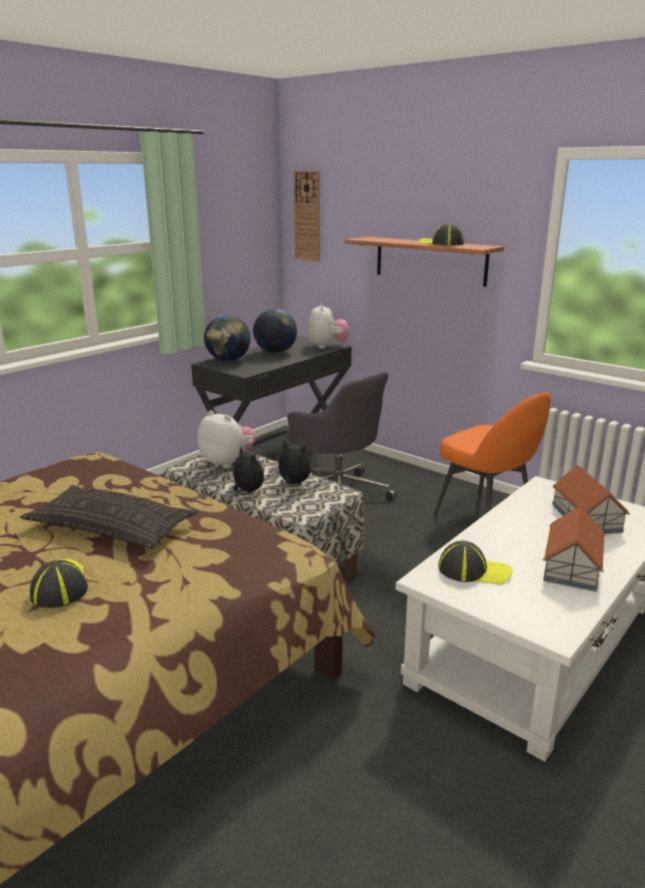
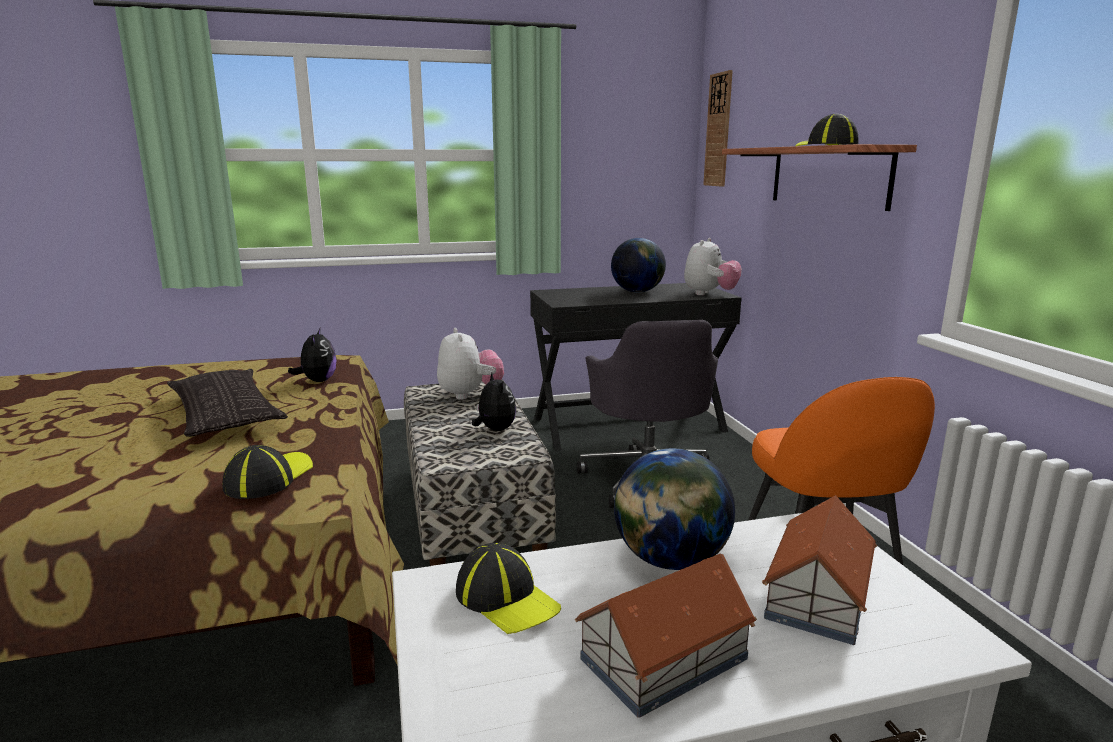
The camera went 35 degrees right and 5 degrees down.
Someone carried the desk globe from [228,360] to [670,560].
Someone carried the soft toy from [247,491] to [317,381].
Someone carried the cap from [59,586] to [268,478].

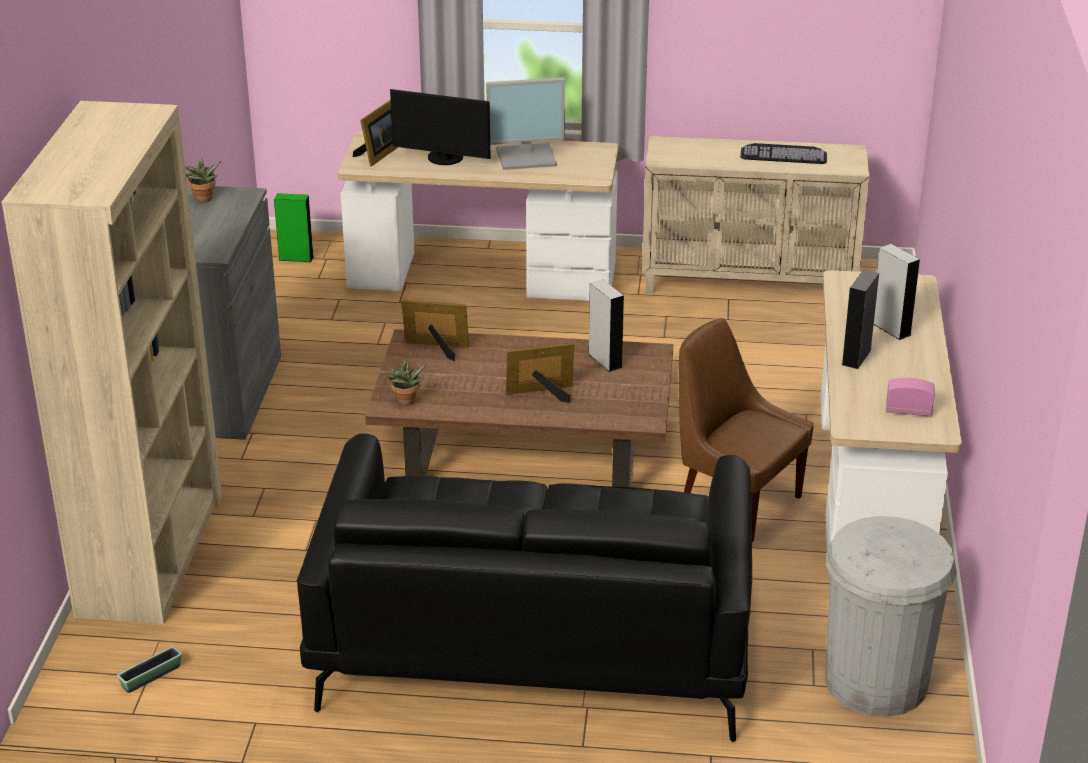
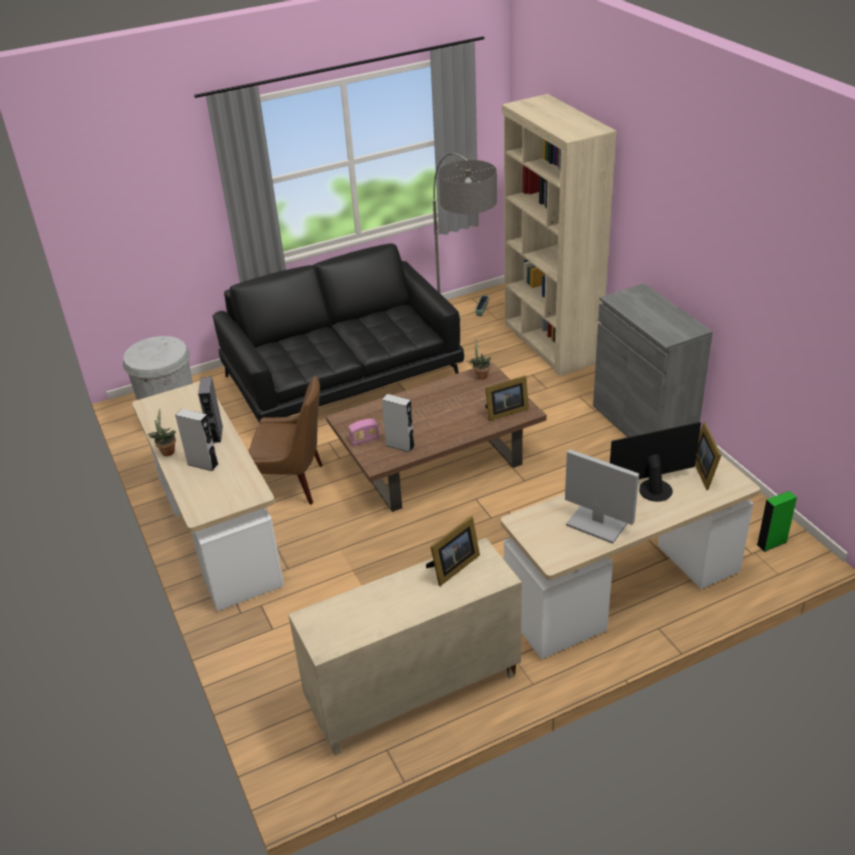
The camera went 150 degrees right and 5 degrees up.
Someone rotated the monitor at [527,157] by 75 degrees clockwise.
Someone took away the PC keyboard at [784,153].
Someone carried the houseplant from [203,200] to [167,451].
Someone carried the picture frame from [543,394] to [452,567].
Someone carried the radio receiver from [908,411] to [364,440].
Someone put down the standing lamp at [462,339].

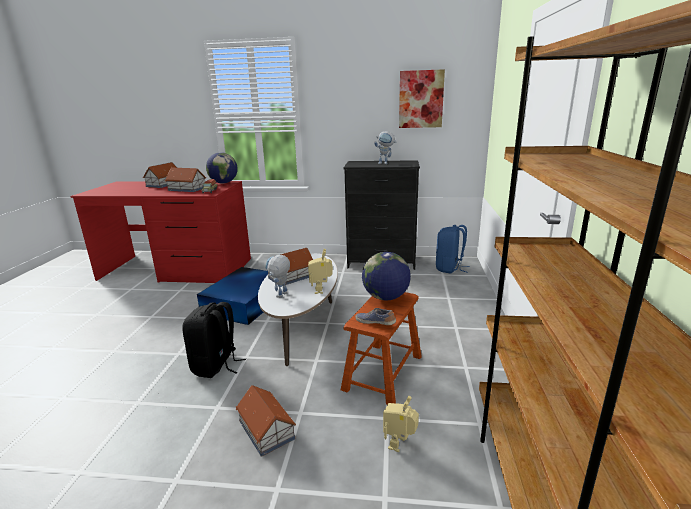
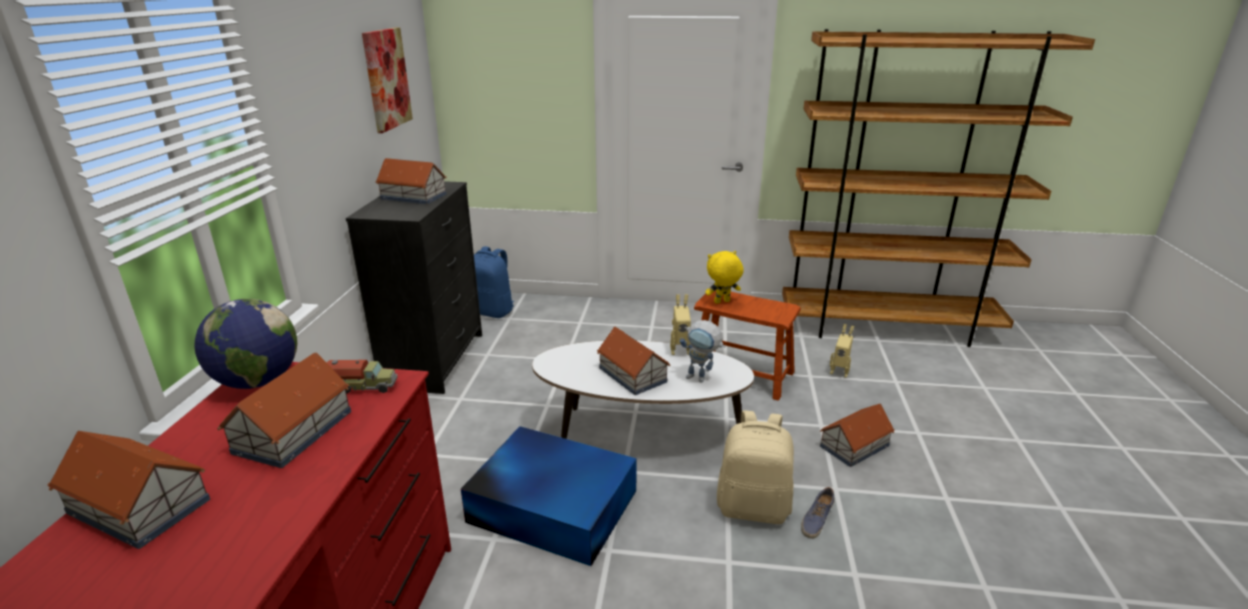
The camera went 90 degrees left and 5 degrees up.
Someone swapped the robot figure at [385,163] for the model house at [413,196].
Someone swapped the desk globe at [386,297] for the yellow soft toy at [722,302].
Someone repainted the blackish knapsack at [216,365], which became the sand-coloured knapsack at [753,507].
Someone carried the low shoe from [375,323] to [816,519].

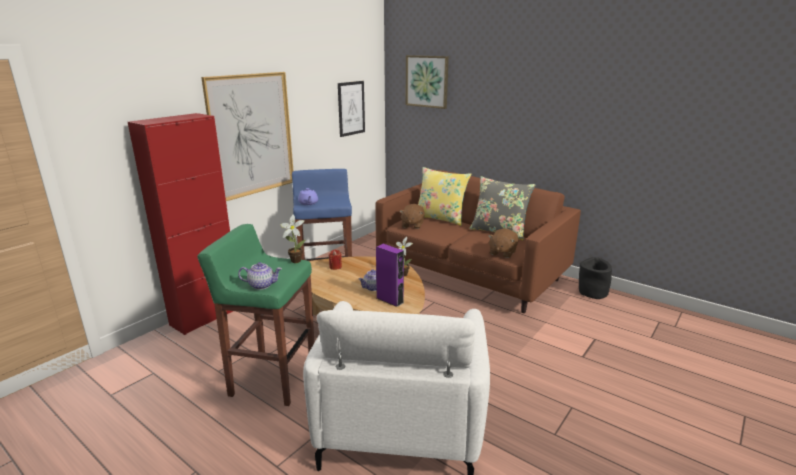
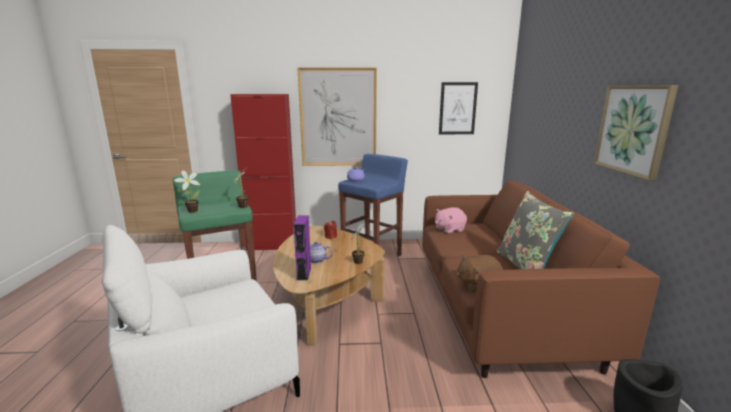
The camera went 50 degrees right and 5 degrees down.
Someone carried the picture from [427,81] to [633,129].
Someone took away the yellow cushion at [440,218].
Someone repainted the brownish soft toy at [412,225], which became the pinkish soft toy at [449,229].
Someone swapped the pot for tea at [262,285] for the houseplant at [191,211].

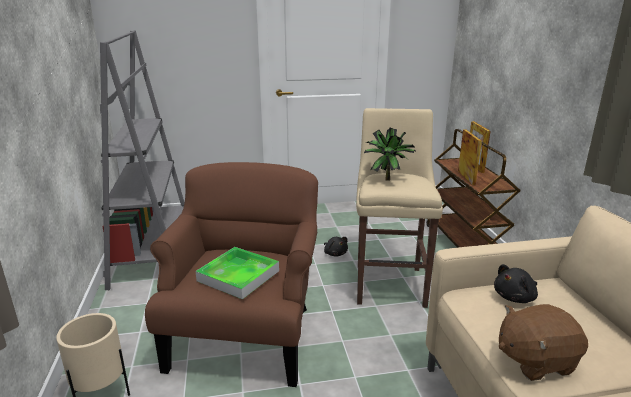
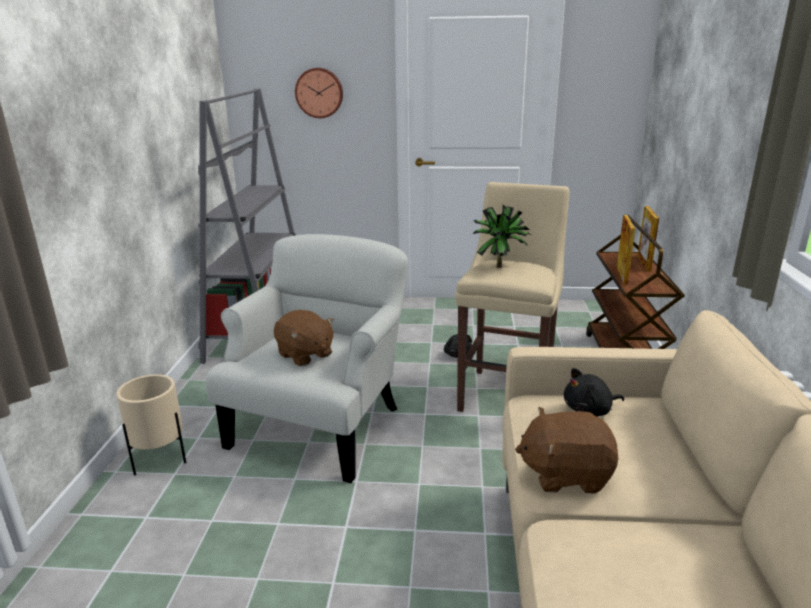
The camera went 15 degrees right and 0 degrees up.
Someone repainted the brownish armchair at [245,335], which became the whitish armchair at [320,425].
Someone swapped the tray at [238,276] for the brownish soft toy at [305,355].
Someone put up the hanging clock at [319,93].

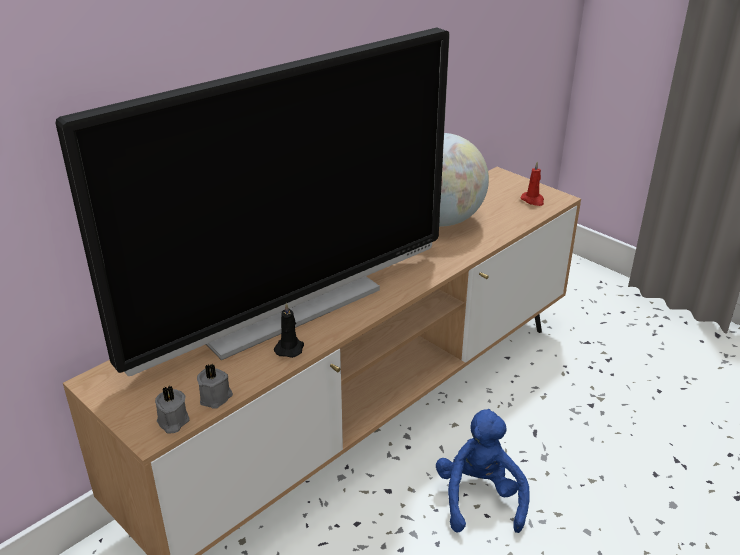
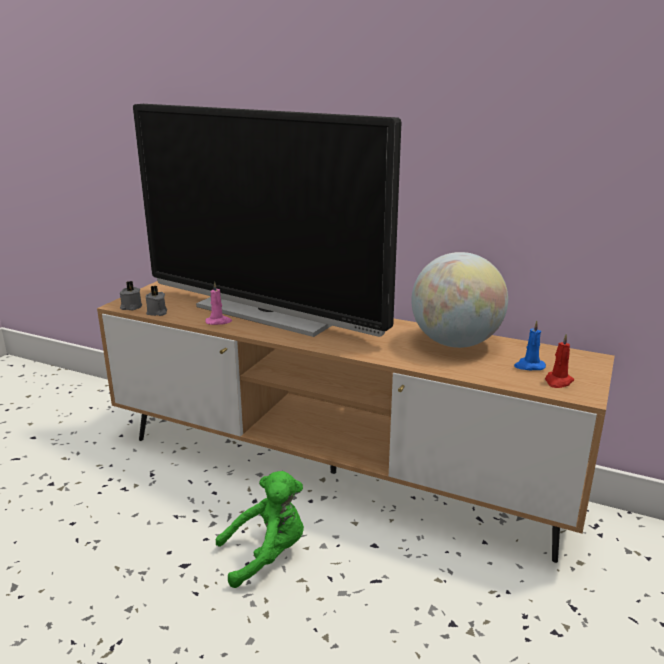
The camera went 70 degrees right and 10 degrees down.
Someone repainted the blackish candle at [290,348], which became the pinkish candle at [218,321].
Someone repainted the bluish soft toy at [479,497], which became the greenish soft toy at [267,555].
Someone put down the bluish candle at [529,366].

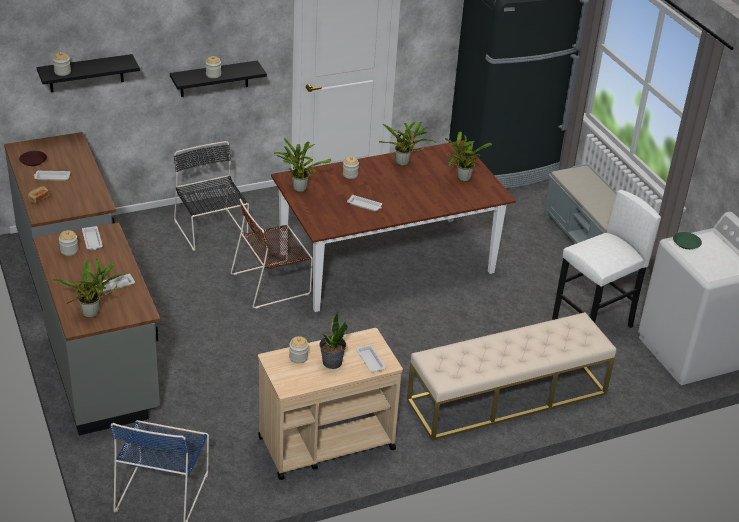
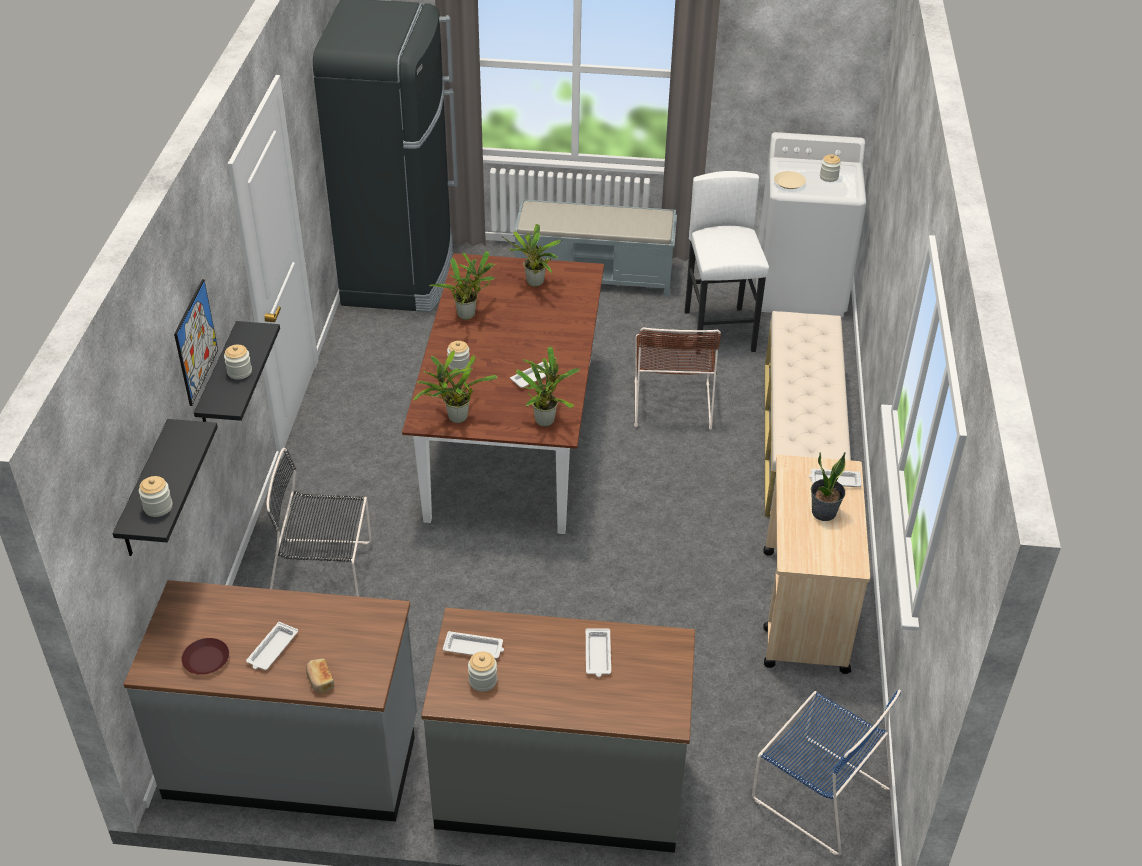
The camera went 60 degrees left and 5 degrees up.
Someone carried the brownish plain chair from [273,283] to [672,401].
Someone repainted the greenish plate at [686,243], which became the sand-coloured plate at [789,183].
Someone carried the houseplant from [93,314] to [546,419].
Someone carried the preserve jar from [298,357] to [829,177].
Someone put up the picture at [195,342].

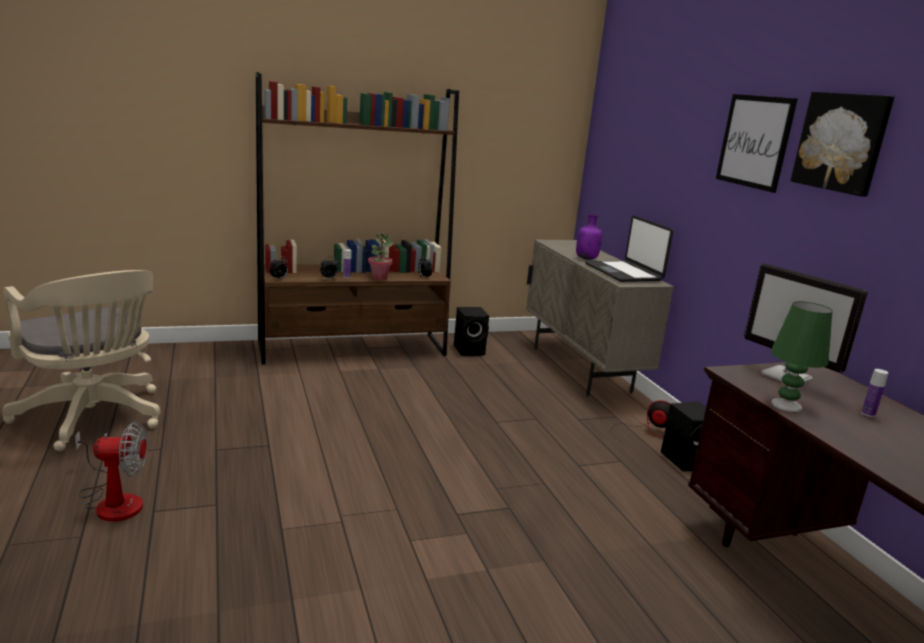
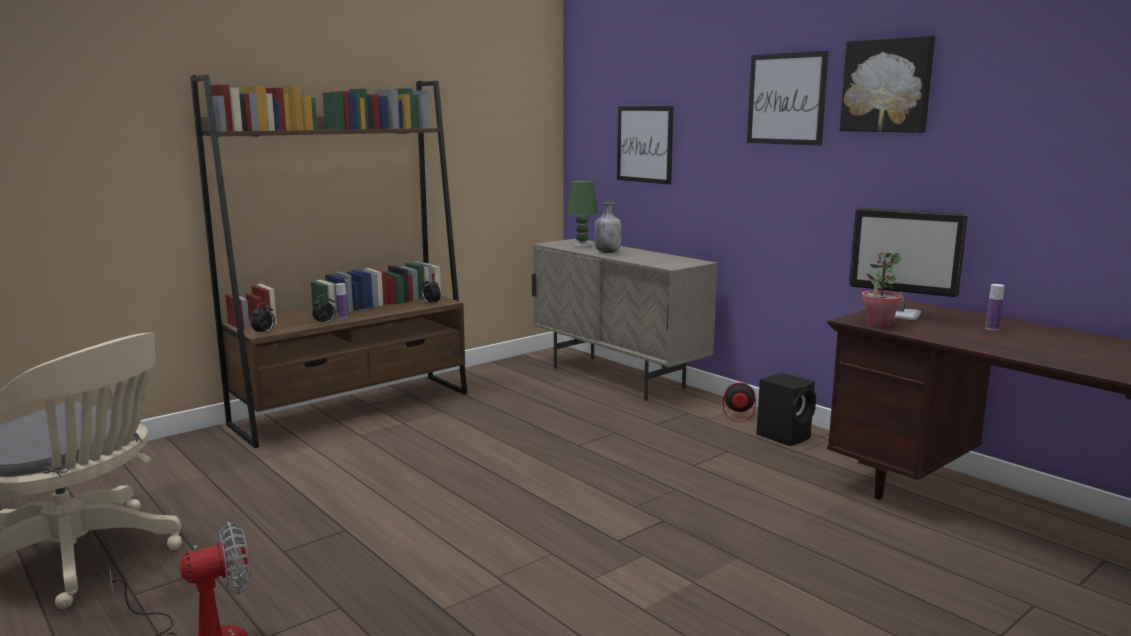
The camera went 20 degrees left and 5 degrees down.
Someone repainted the purple drink bottle at [586,258], which became the grey drink bottle at [607,252].
Someone took away the laptop at [624,272].
Someone carried the houseplant from [379,277] to [878,324].
Someone carried the greenish tabletop lamp from [786,405] to [582,245].
Someone took away the blackish speaker at [470,350].
Someone put up the picture at [644,144].

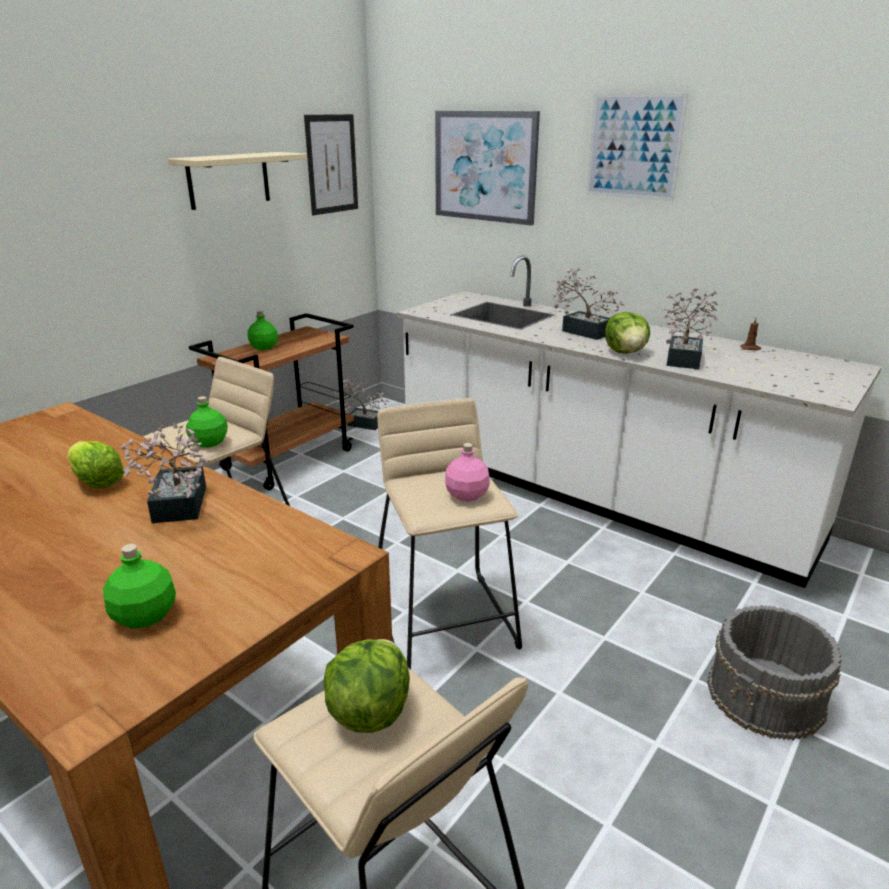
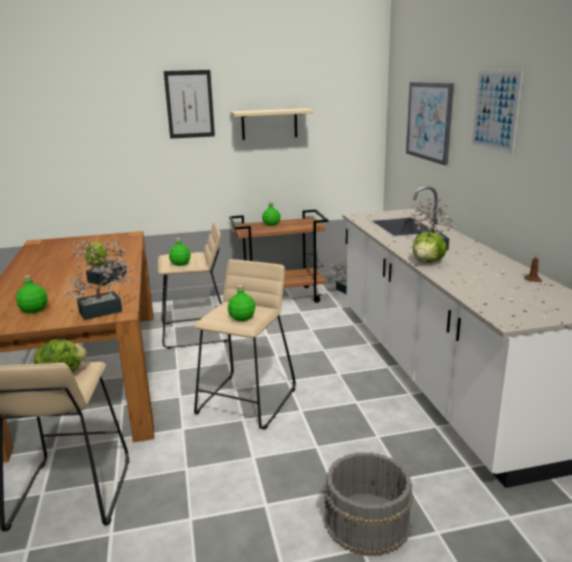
The camera went 40 degrees right and 5 degrees down.
Someone carried the picture from [331,164] to [189,104].
Someone carried the houseplant from [684,358] to [106,310].
Someone repainted the pinkish drink bottle at [466,495], which became the greenish drink bottle at [242,317].

